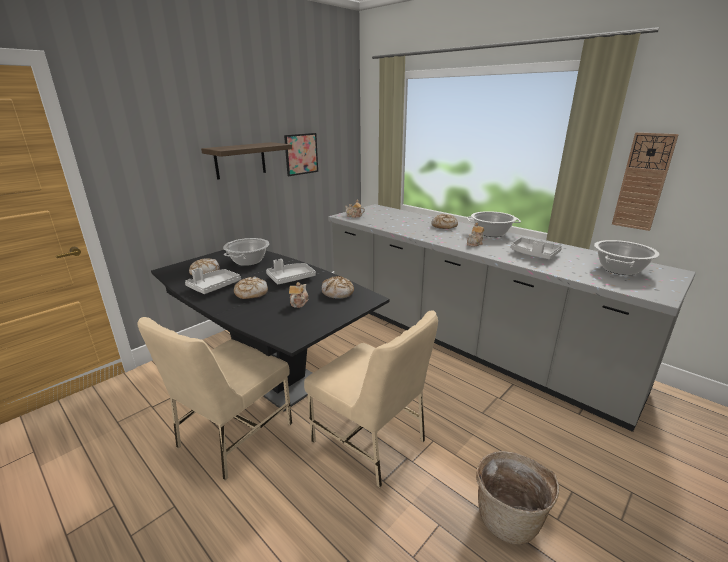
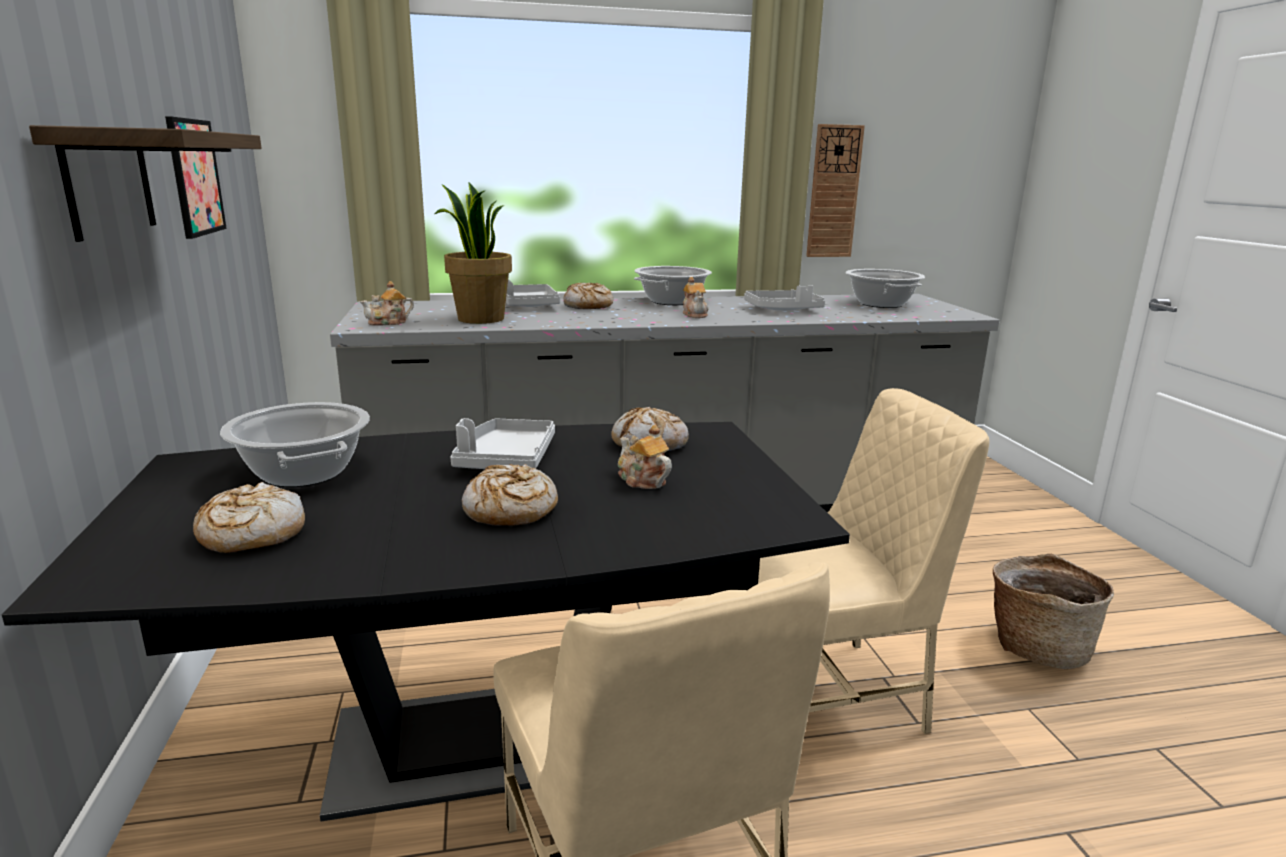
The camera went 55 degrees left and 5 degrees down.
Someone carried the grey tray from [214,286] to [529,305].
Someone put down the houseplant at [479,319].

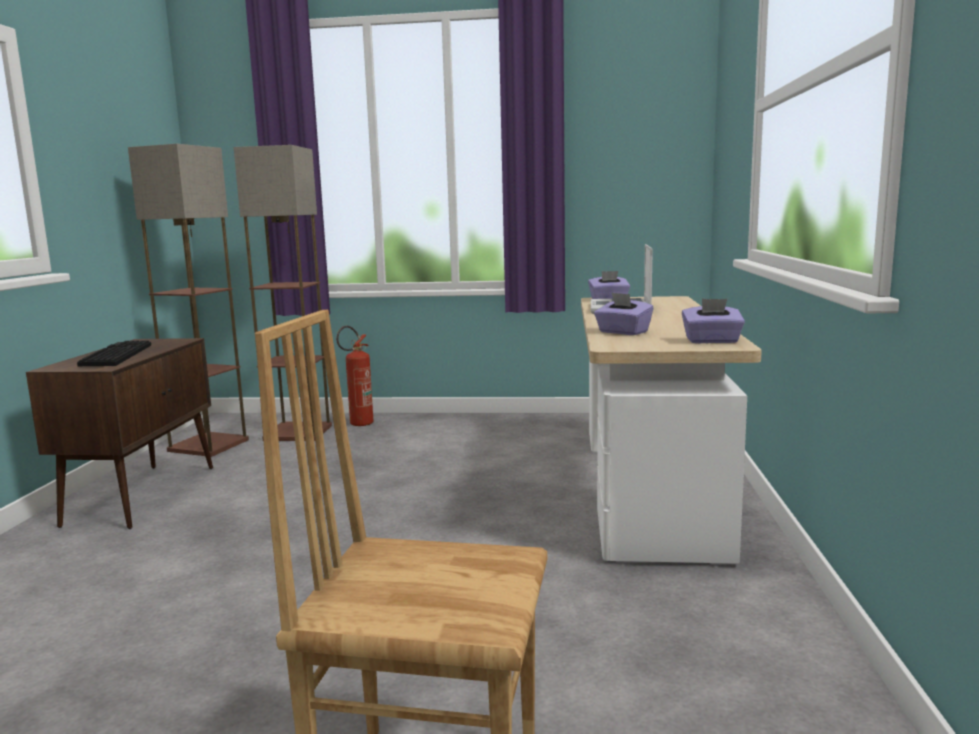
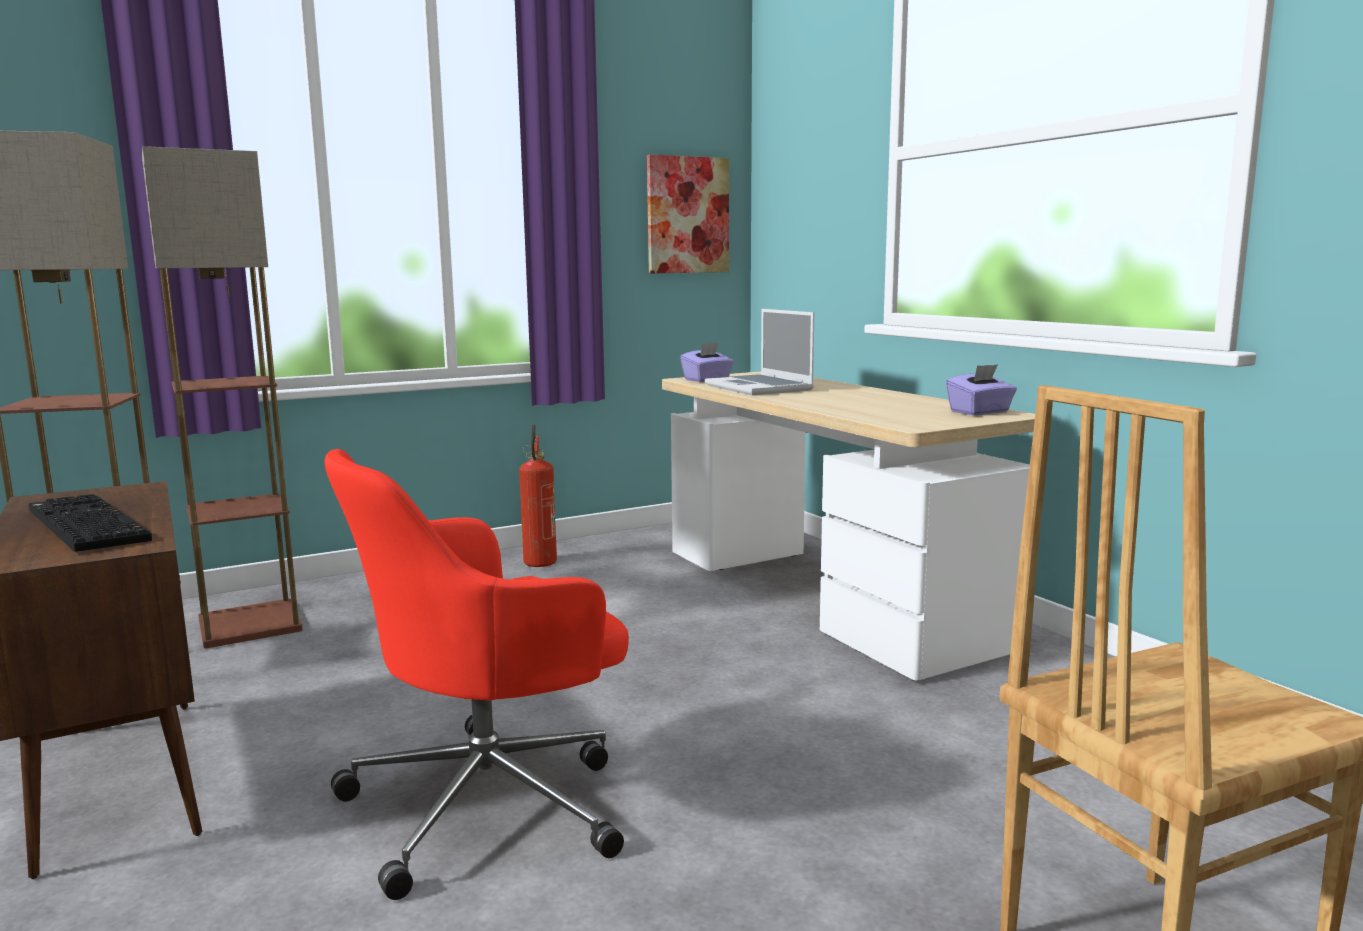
The camera went 35 degrees left and 0 degrees up.
Someone took away the purple tissue holder at [623,332].
Someone carried the extinguisher from [358,424] to [539,565].
Someone put up the picture at [687,215].
Someone put down the reddish computer chair at [492,803].

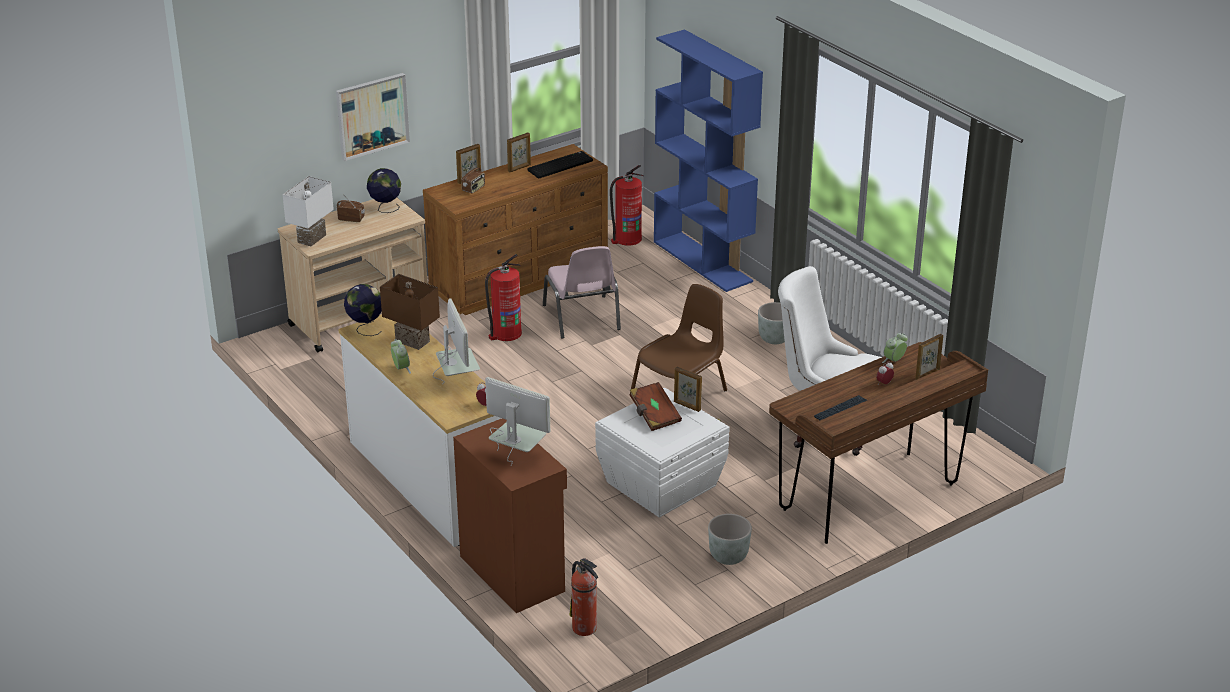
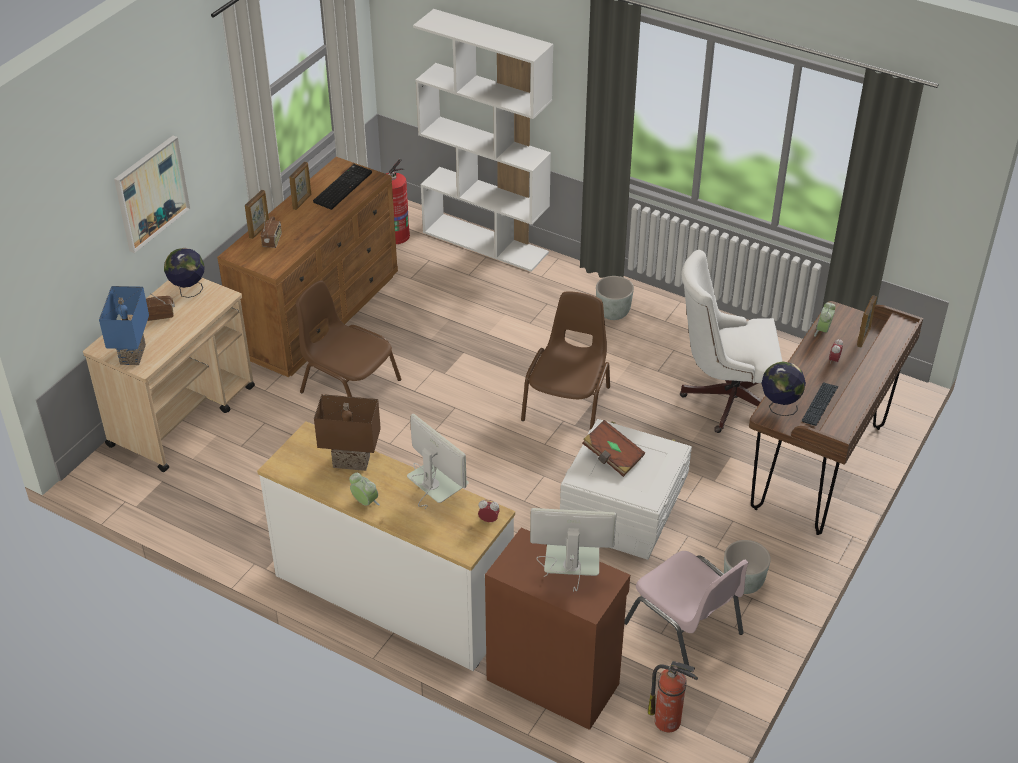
The camera went 25 degrees left and 10 degrees up.
Someone repainted the bluish shelving unit at [703,261], which became the whitish shelving unit at [486,242].
Someone repainted the whitish tabletop lamp at [313,239], which became the bluish tabletop lamp at [134,355].
Someone carried the pinkish plain chair from [582,318] to [685,629].
Someone swapped the extinguisher at [506,333] for the brownish plain chair at [349,386].
Someone carried the desk globe from [365,329] to [779,407].
Someone took away the picture frame at [687,406].

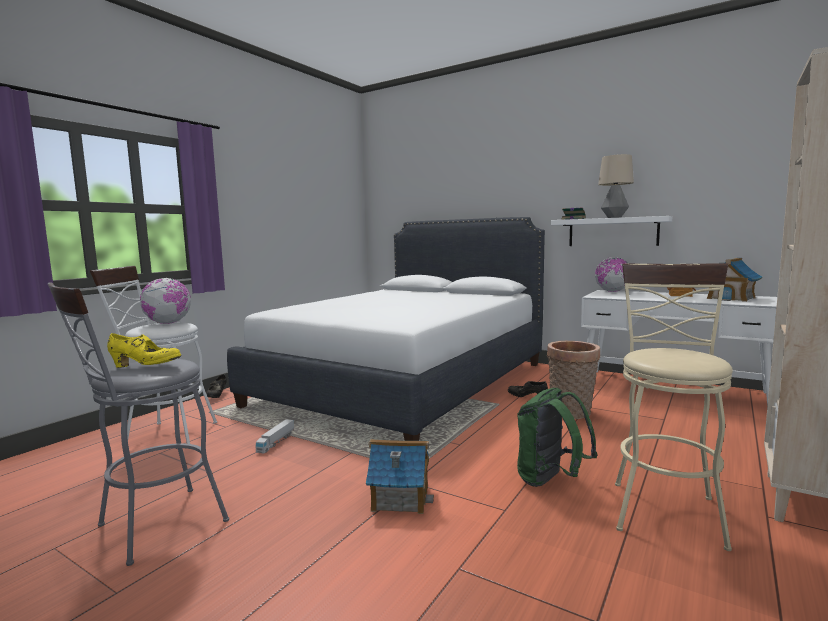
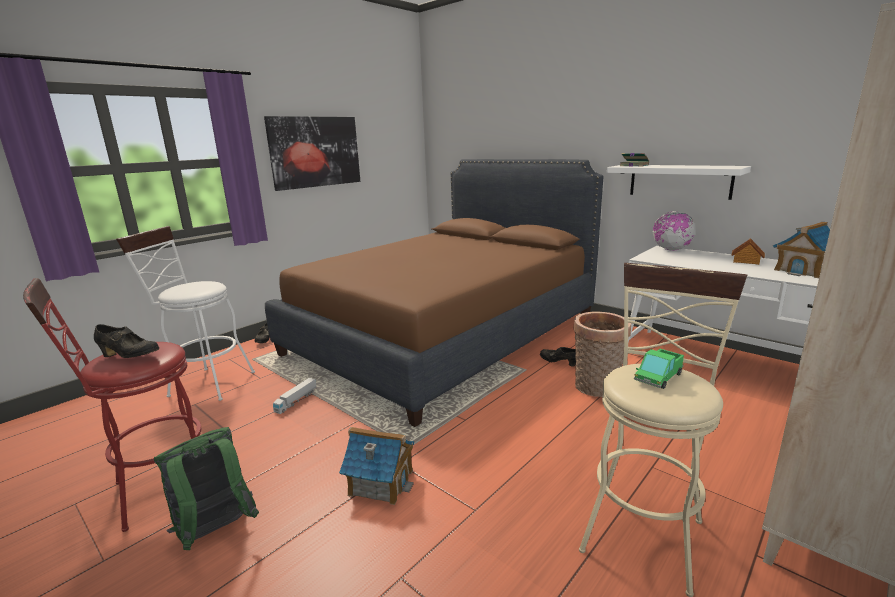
The camera went 10 degrees right and 10 degrees up.
Someone took away the tabletop lamp at [614,217].
Someone repainted the whitish bedroom bed at [406,383], which became the brownish bedroom bed at [444,335].
Someone took away the desk globe at [168,323].
Someone repainted the grey stool seat at [152,527], which became the reddish stool seat at [157,491].
Someone repainted the yellow low shoe at [145,366], which became the blackish low shoe at [129,356].
Someone carried the greenish knapsack from [550,480] to [216,532].
Someone put up the picture at [315,152].
Someone put down the toy lorry at [658,377].

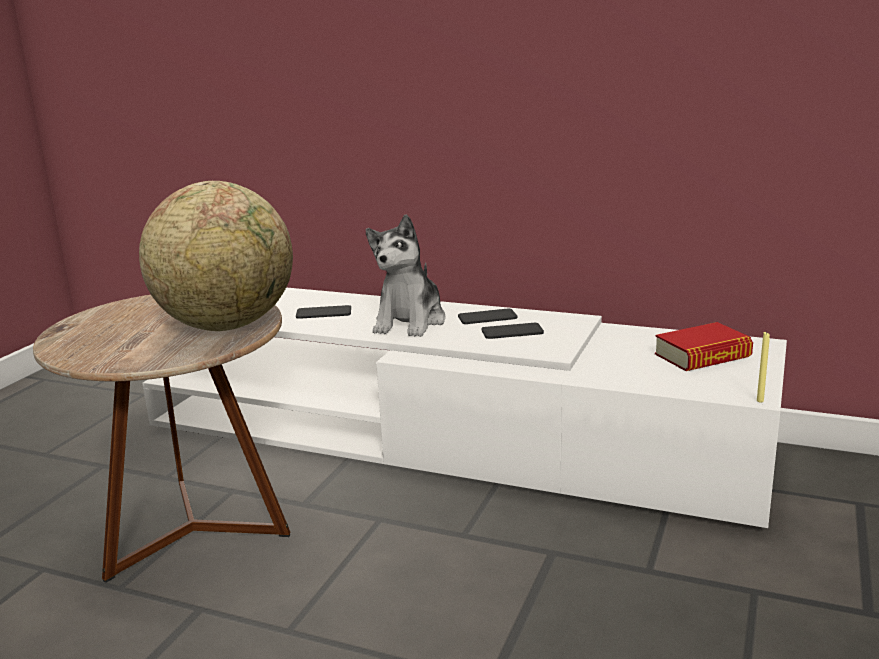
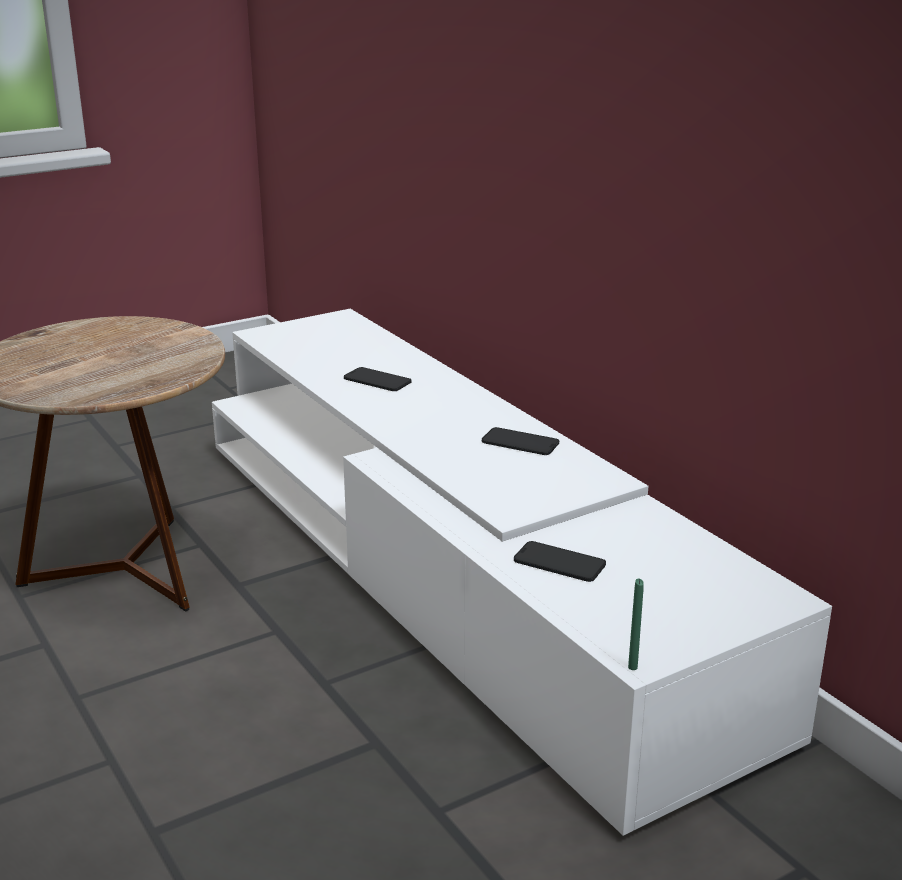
The camera went 35 degrees right and 5 degrees up.
Someone took away the desk globe at [227,325].
Someone took away the soft toy at [410,322].
Someone took away the book at [702,356].
Someone carried the phone from [512,332] to [559,562].
Someone repainted the yellow candle at [760,401], which became the greenish candle at [632,667].

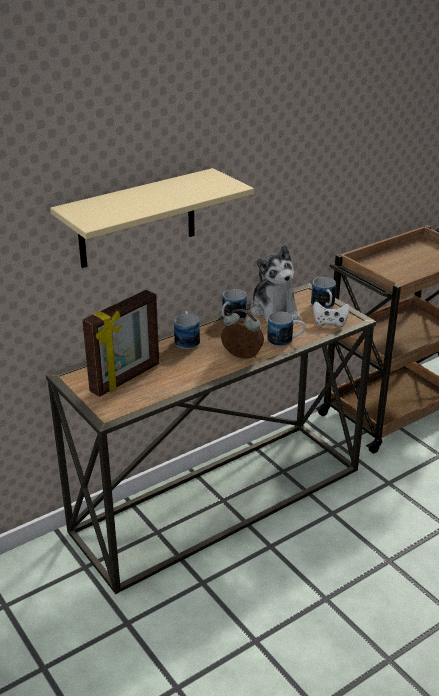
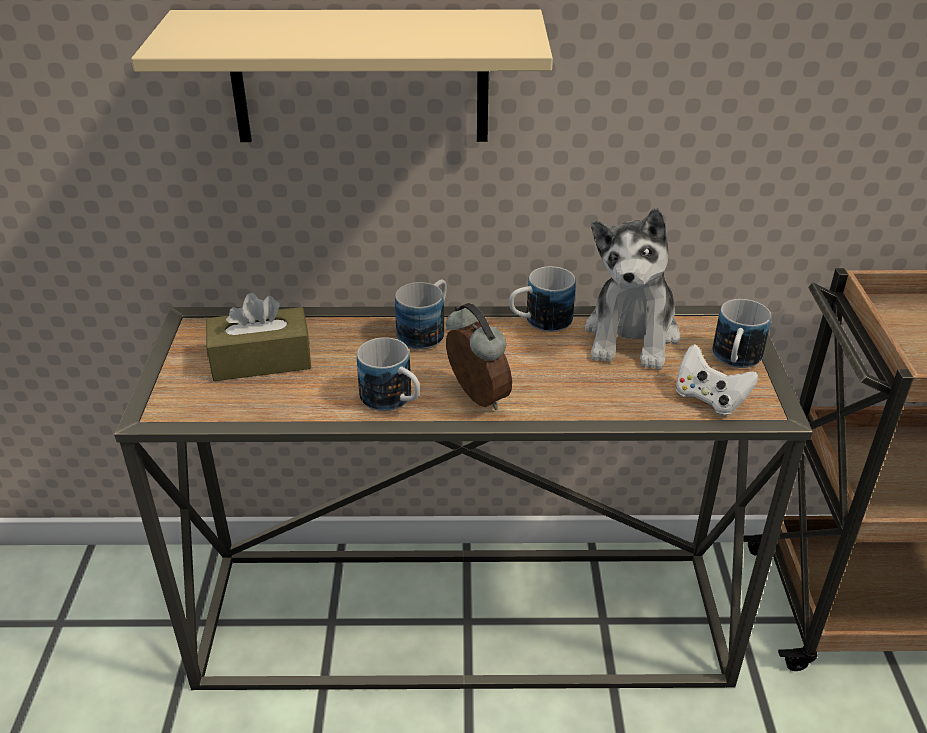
The camera went 35 degrees right and 5 degrees up.
Someone swapped the picture frame at [126,378] for the brownish tissue holder at [261,360].
Someone carried the tea mug from [285,340] to [393,401].

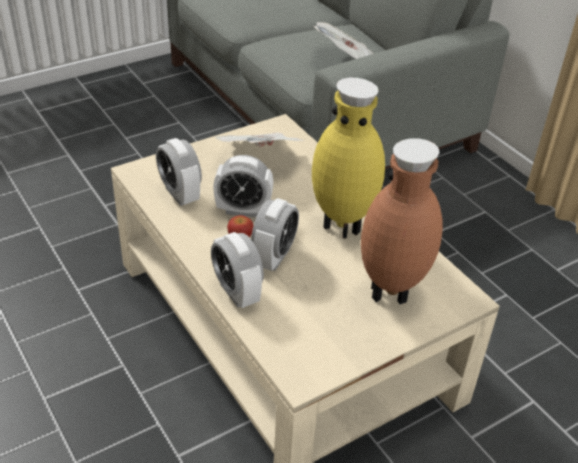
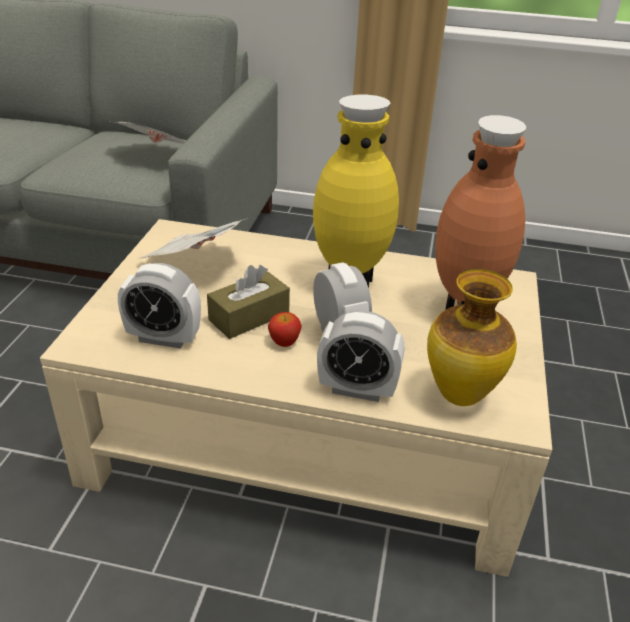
The camera went 45 degrees left and 5 degrees down.
Someone swapped the bedside clock at [243,210] for the brownish tissue holder at [249,316].
Someone put down the flower vase at [458,395].

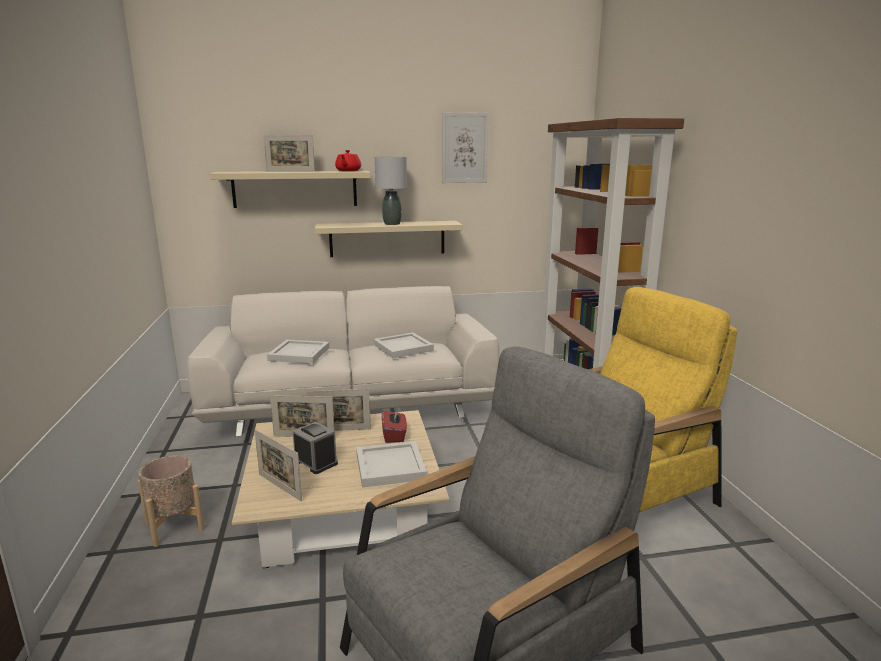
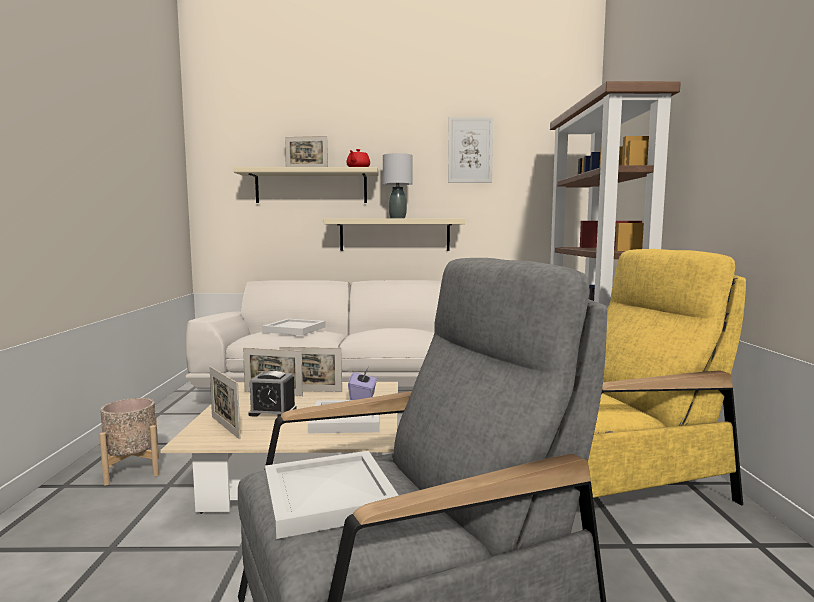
The camera went 10 degrees right and 10 degrees down.
Someone carried the whitish tray from [403,347] to [330,495].
Someone repainted the reddish tissue holder at [394,435], which became the purple tissue holder at [363,398].
Someone rotated the bedside clock at [315,462] by 135 degrees clockwise.

